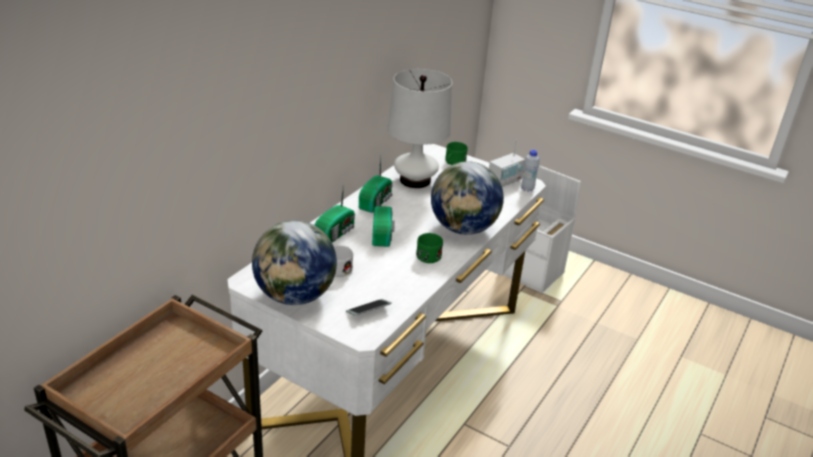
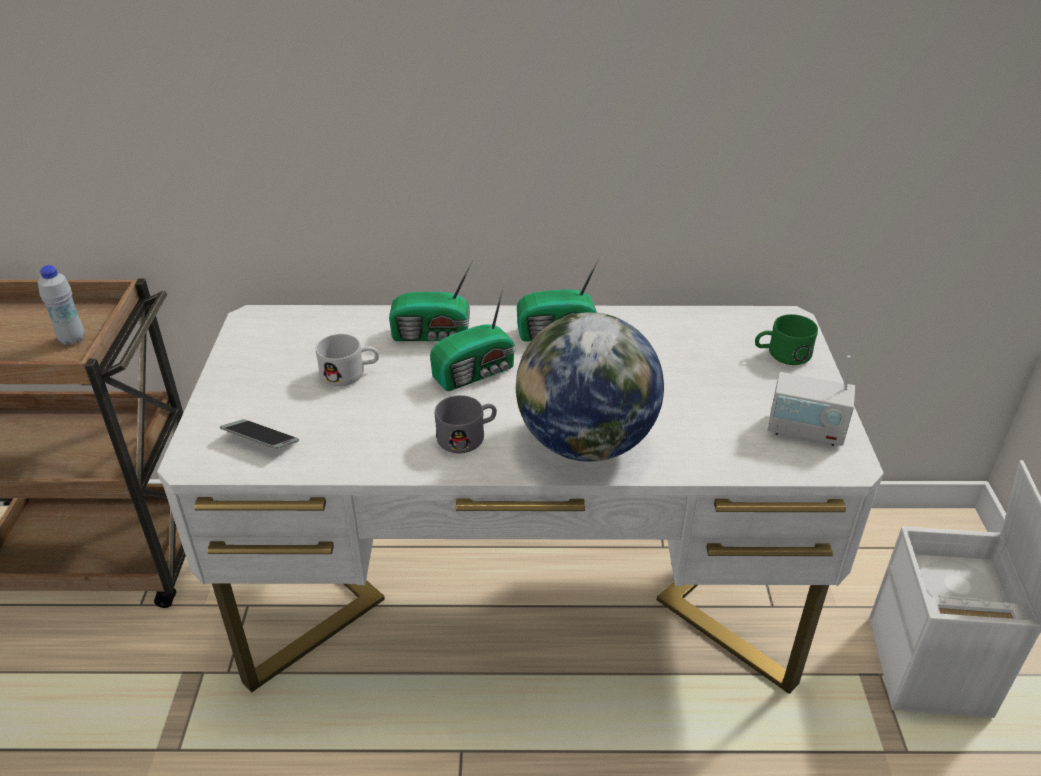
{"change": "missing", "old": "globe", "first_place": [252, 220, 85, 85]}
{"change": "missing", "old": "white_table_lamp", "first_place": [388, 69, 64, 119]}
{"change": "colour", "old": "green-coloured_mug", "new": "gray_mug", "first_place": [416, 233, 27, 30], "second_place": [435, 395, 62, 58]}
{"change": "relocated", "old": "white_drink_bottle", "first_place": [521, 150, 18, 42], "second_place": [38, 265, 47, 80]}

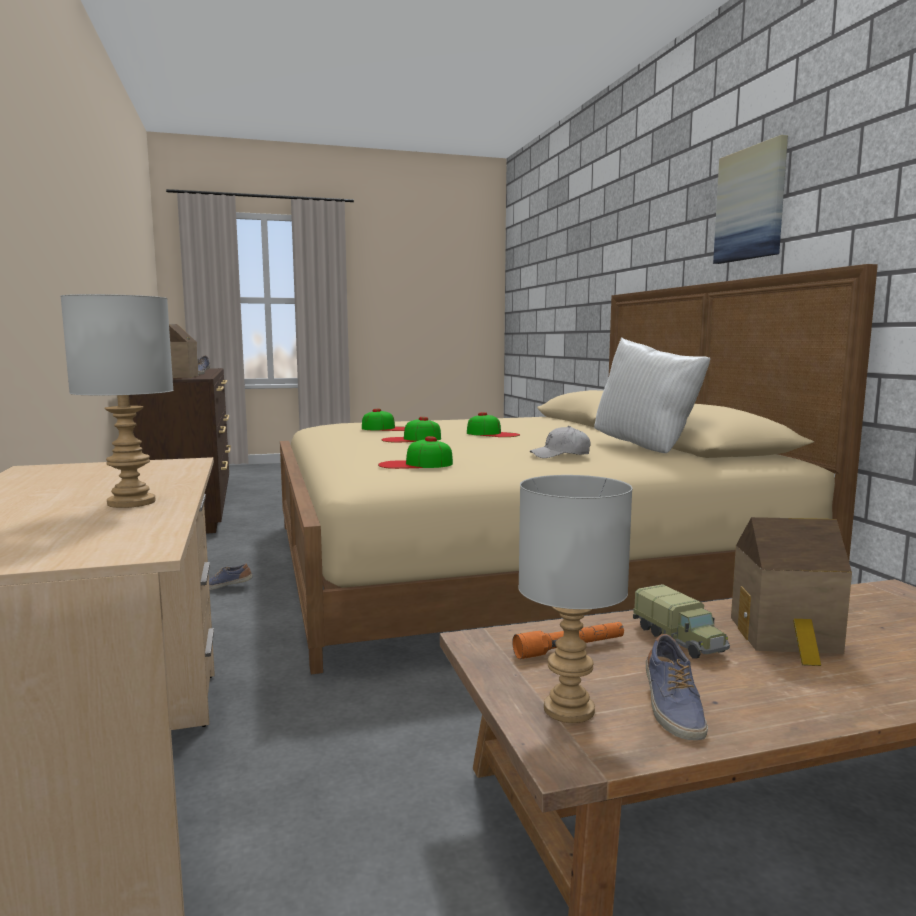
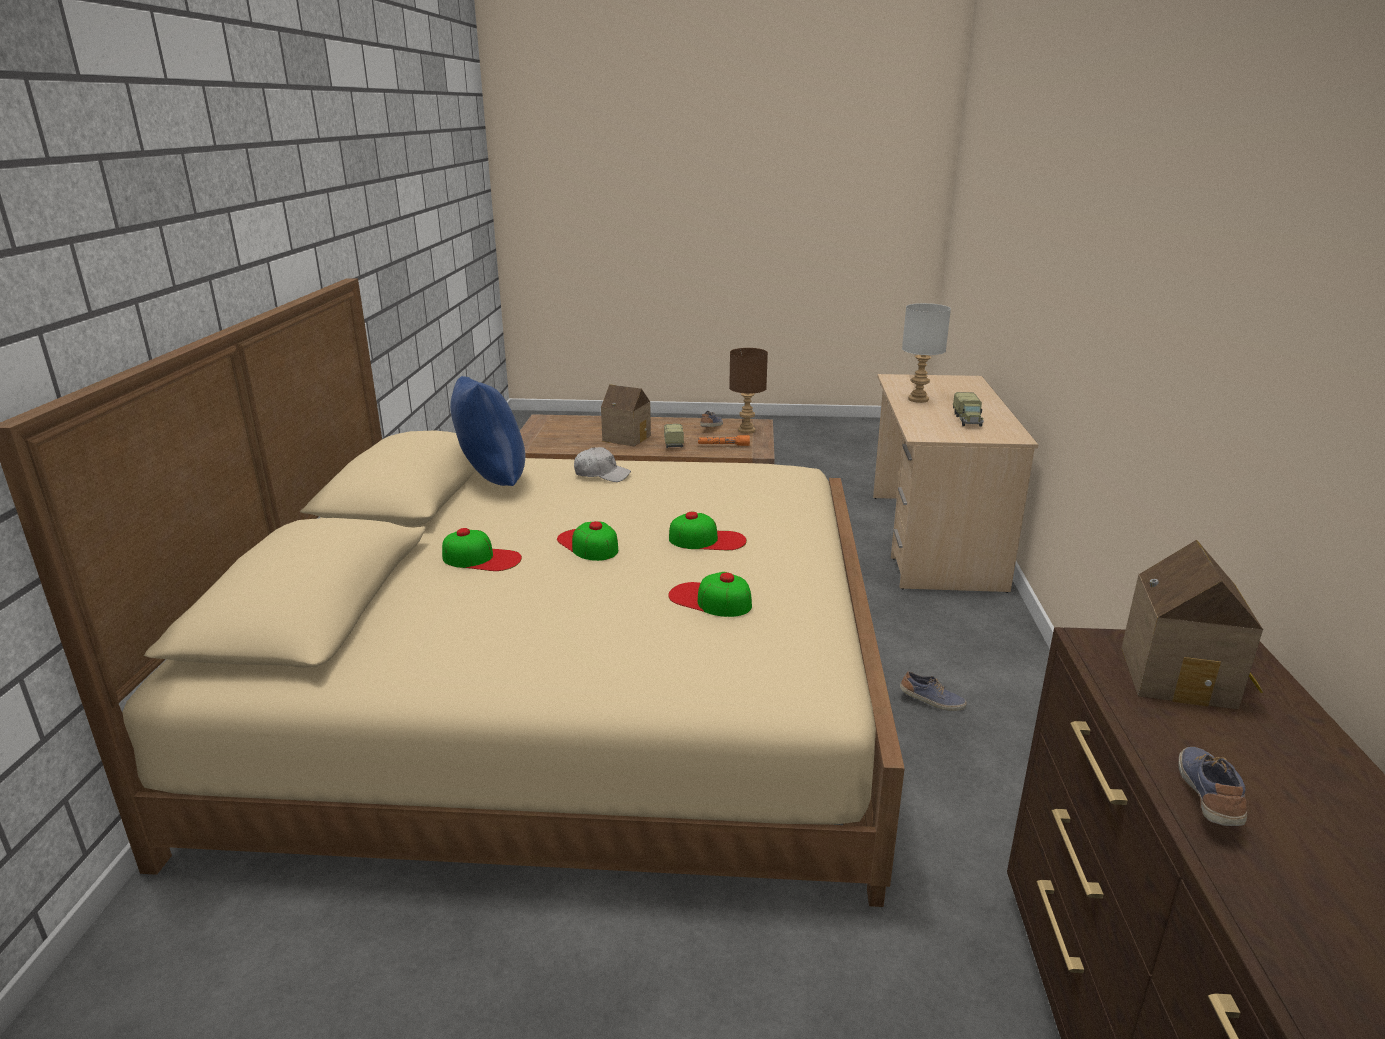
{"change": "relocated", "old": "cap", "first_place": [378, 436, 75, 33], "second_place": [442, 528, 80, 43]}
{"change": "colour", "old": "gray_table_lamp", "new": "brownish_table_lamp", "first_place": [518, 475, 115, 248], "second_place": [729, 348, 39, 86]}
{"change": "colour", "old": "white_throw_pillow", "new": "blue_throw_pillow", "first_place": [594, 337, 116, 116], "second_place": [450, 376, 75, 110]}
{"change": "missing", "old": "picture", "first_place": [713, 135, 75, 129]}
{"change": "appeared", "new": "model_truck", "second_place": [953, 392, 31, 35]}

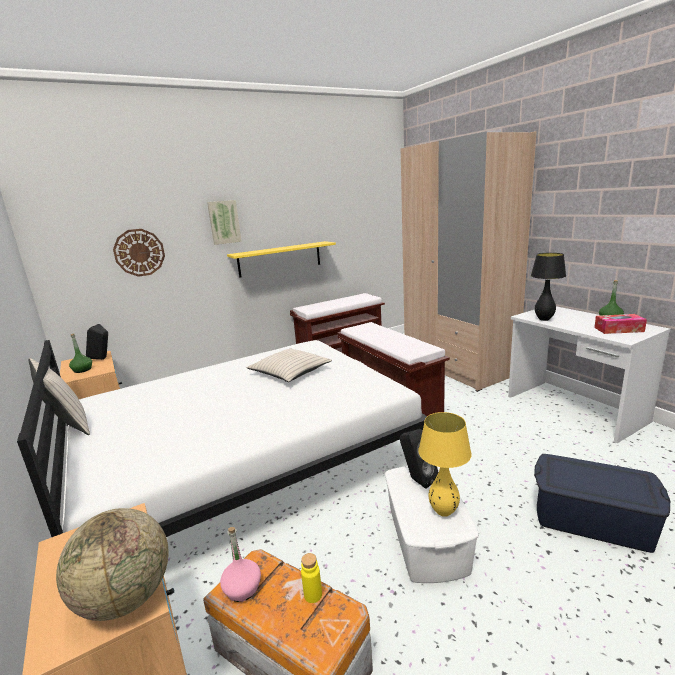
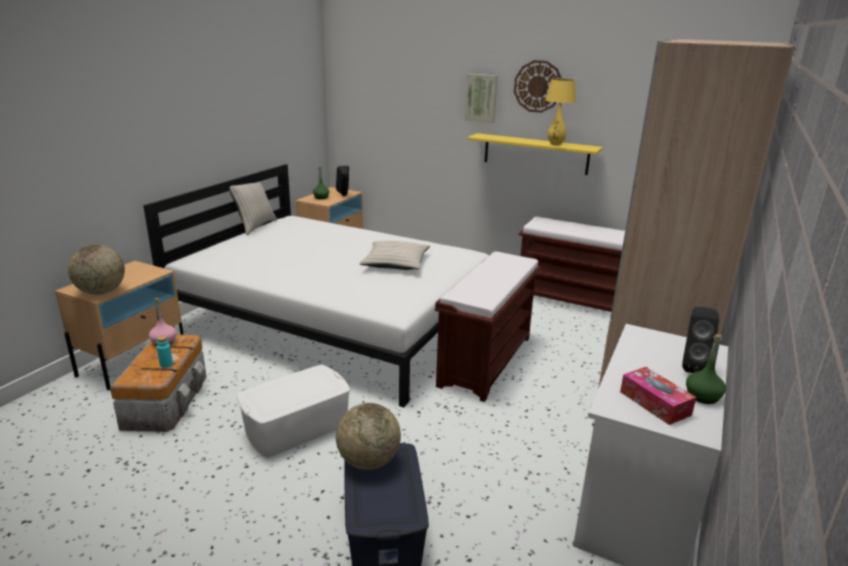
{"change": "relocated", "old": "wall_clock", "first_place": [113, 229, 52, 48], "second_place": [514, 60, 48, 53]}
{"change": "colour", "old": "yellowish_drink_bottle", "new": "turquoise_drink_bottle", "first_place": [301, 553, 21, 50], "second_place": [157, 335, 16, 33]}
{"change": "relocated", "old": "blackish_audio_speaker", "first_place": [400, 429, 38, 60], "second_place": [682, 307, 37, 66]}
{"change": "relocated", "old": "yellowish_table_lamp", "first_place": [418, 412, 54, 105], "second_place": [546, 79, 30, 67]}
{"change": "missing", "old": "blackish_table_lamp", "first_place": [531, 253, 35, 68]}
{"change": "appeared", "new": "globe", "second_place": [336, 403, 65, 67]}

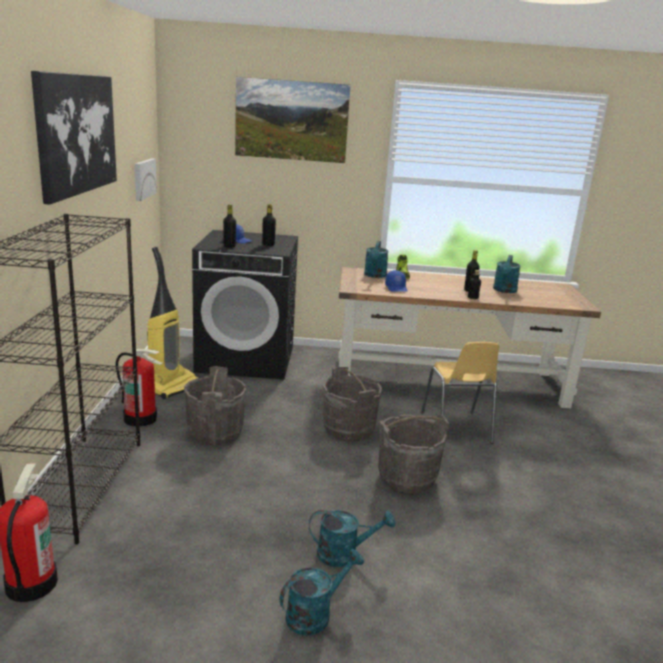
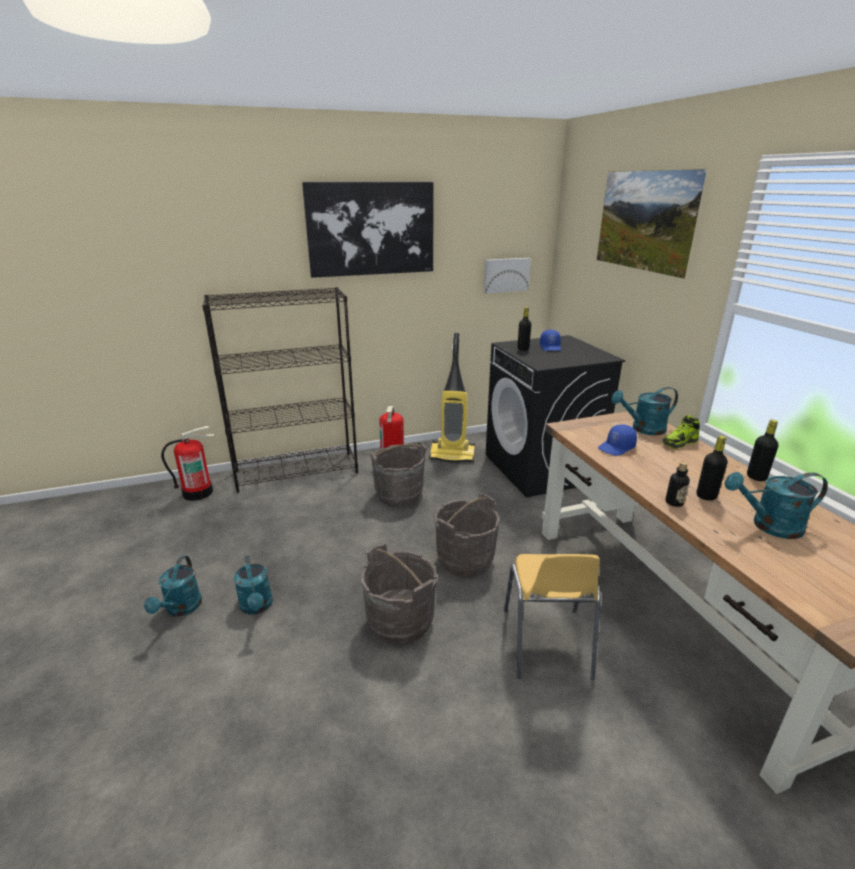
{"change": "relocated", "old": "blackish_drink_bottle", "first_place": [262, 204, 14, 42], "second_place": [747, 420, 32, 61]}
{"change": "spun", "old": "turquoise_watering_pot", "first_place": [280, 549, 84, 87], "second_place": [144, 556, 58, 61], "degrees": 60}
{"change": "spun", "old": "yellowish_plain_chair", "first_place": [421, 342, 79, 102], "second_place": [504, 554, 97, 126], "degrees": -60}

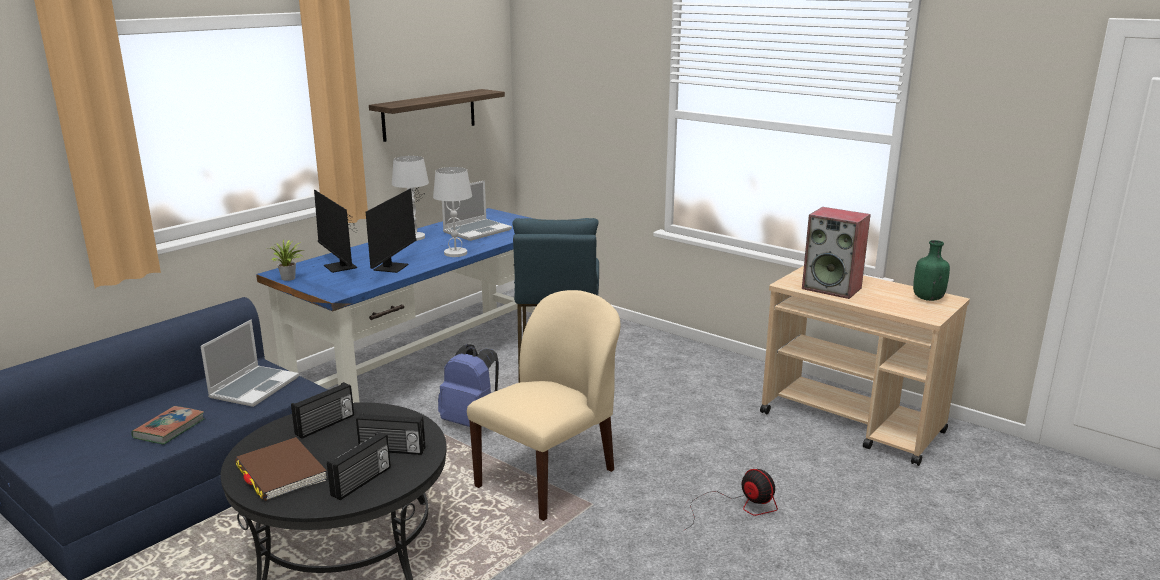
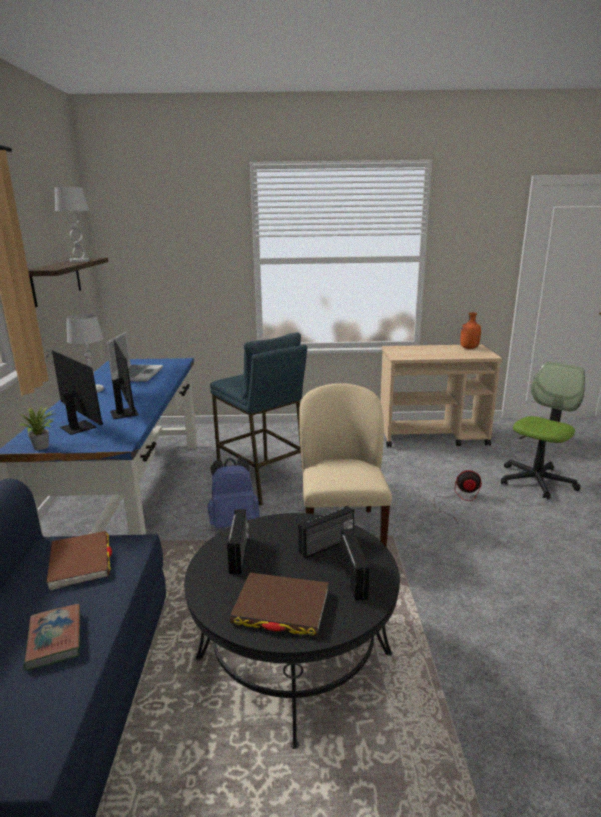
{"change": "exchanged", "old": "notebook_computer", "new": "brownish_book", "first_place": [200, 320, 99, 87], "second_place": [47, 531, 65, 59]}
{"change": "spun", "old": "computer_screen", "first_place": [314, 190, 45, 83], "second_place": [44, 350, 59, 85], "degrees": -150}
{"change": "relocated", "old": "white_table_lamp", "first_place": [433, 167, 39, 90], "second_place": [55, 187, 35, 75]}
{"change": "missing", "old": "audio_speaker", "first_place": [802, 207, 69, 92]}
{"change": "colour", "old": "green-coloured_drink_bottle", "new": "orangey_drink_bottle", "first_place": [913, 240, 37, 61], "second_place": [460, 312, 21, 37]}
{"change": "appeared", "new": "desk_chair", "second_place": [501, 362, 84, 138]}

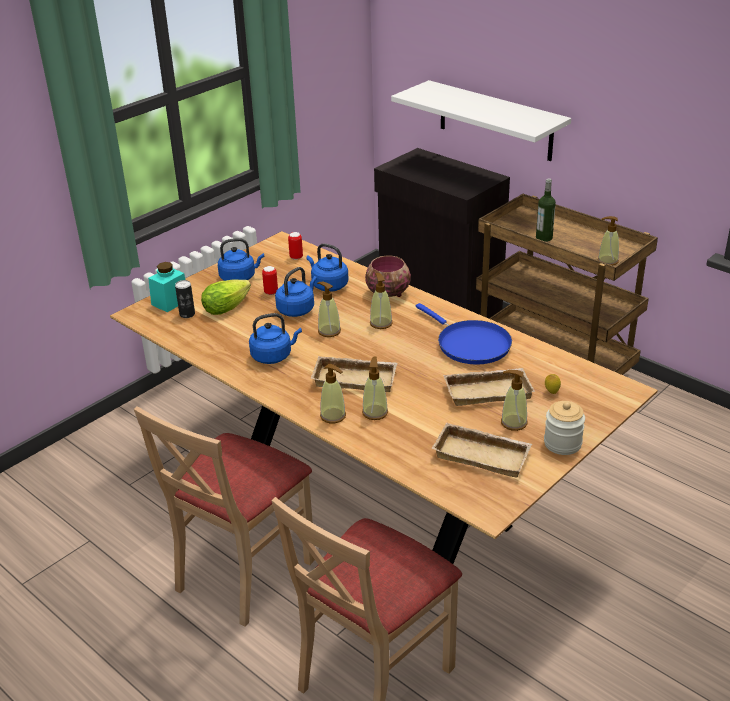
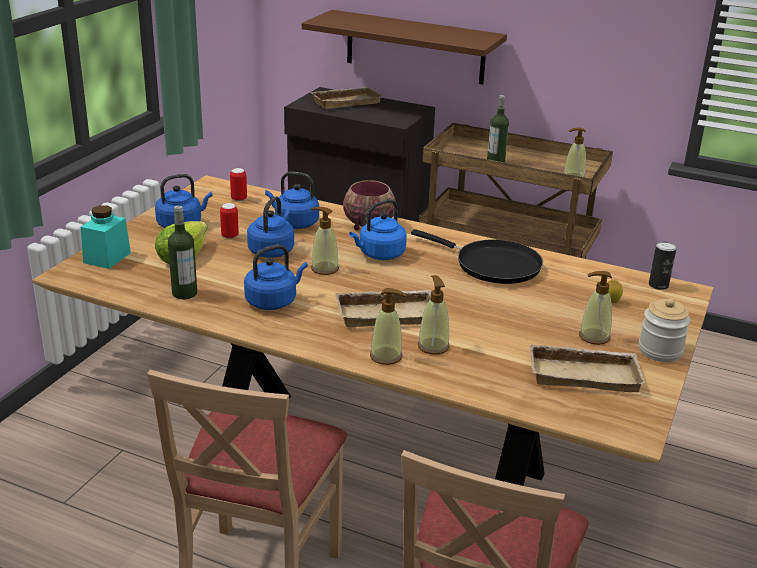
{"change": "relocated", "old": "sealed_can", "first_place": [175, 280, 20, 38], "second_place": [649, 241, 28, 49]}
{"change": "exchanged", "old": "soap_dispenser", "new": "blue_kettle", "first_place": [370, 273, 23, 56], "second_place": [349, 199, 58, 61]}
{"change": "colour", "old": "white_shelf", "new": "brownish_shelf", "first_place": [391, 80, 180, 81], "second_place": [302, 10, 205, 75]}
{"change": "colour", "old": "blue_pan", "new": "blackish_pan", "first_place": [416, 303, 96, 62], "second_place": [411, 229, 132, 55]}
{"change": "relocated", "old": "beige-coloured_serving_tray", "first_place": [443, 368, 92, 38], "second_place": [310, 87, 73, 22]}
{"change": "appeared", "new": "drink_bottle", "second_place": [168, 205, 29, 94]}

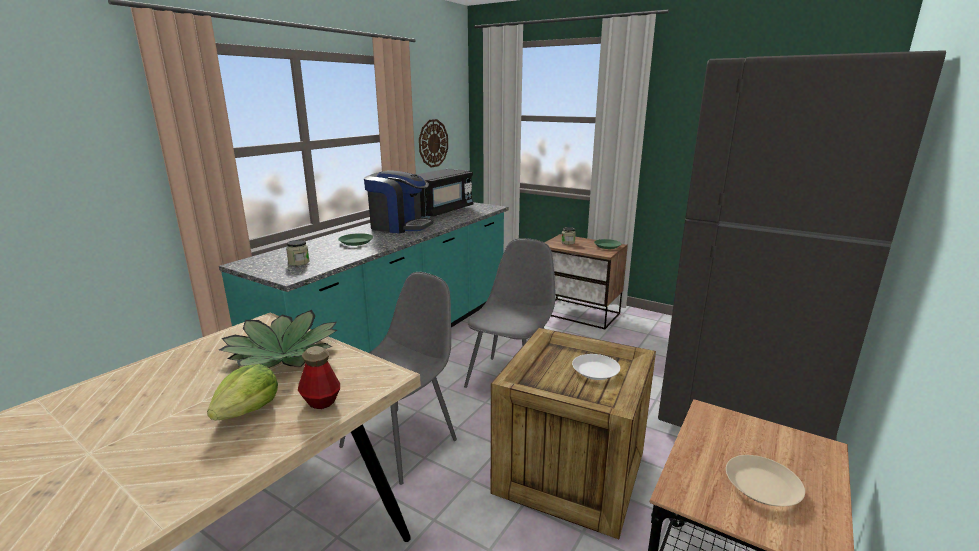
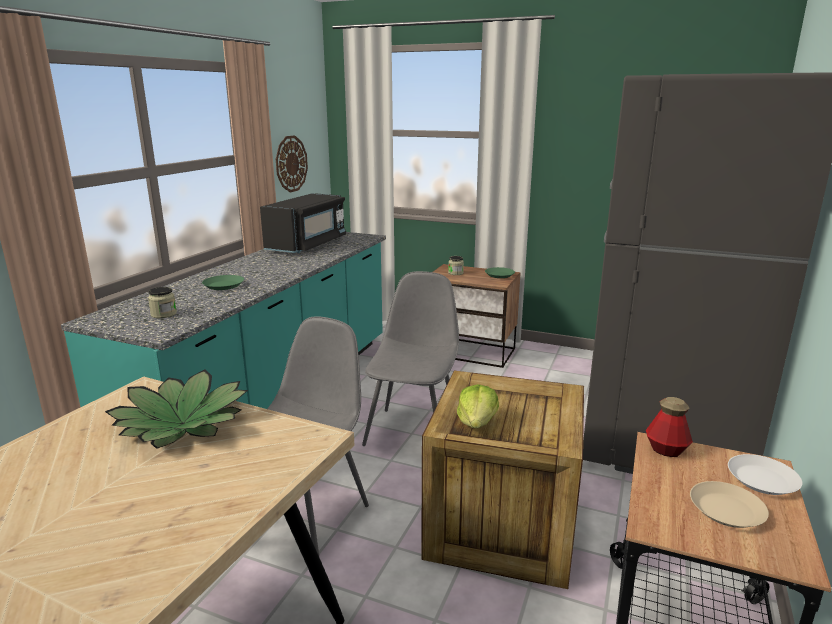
{"change": "relocated", "old": "lettuce_head", "first_place": [207, 364, 71, 56], "second_place": [457, 384, 42, 44]}
{"change": "relocated", "old": "drink_bottle", "first_place": [298, 346, 42, 63], "second_place": [646, 397, 47, 60]}
{"change": "missing", "old": "coffee_brewer", "first_place": [364, 170, 70, 64]}
{"change": "relocated", "old": "white_plate", "first_place": [572, 354, 48, 26], "second_place": [728, 454, 74, 41]}

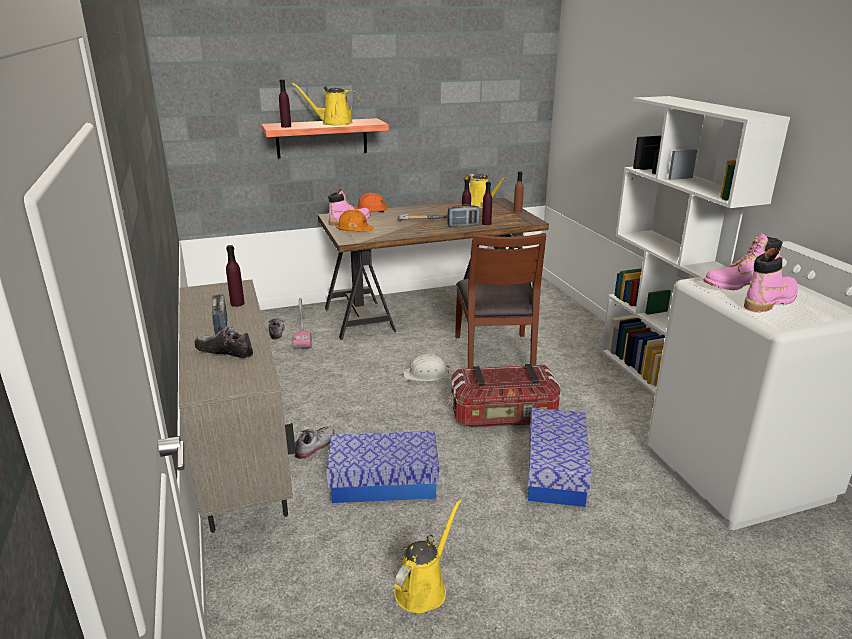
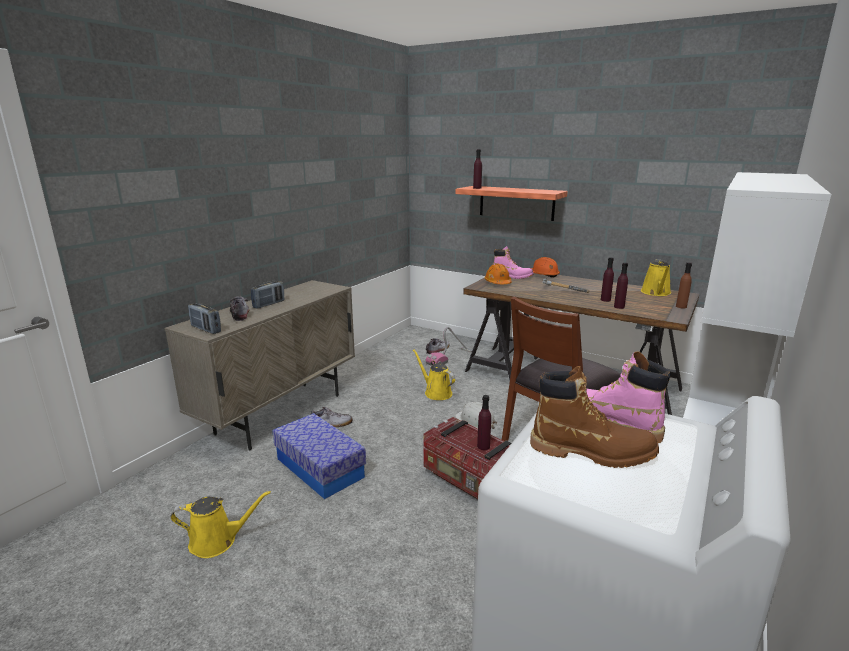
{"change": "relocated", "old": "purple_drink_bottle", "first_place": [226, 245, 19, 62], "second_place": [477, 395, 14, 55]}
{"change": "relocated", "old": "yellowish_watering_pot", "first_place": [292, 83, 67, 42], "second_place": [413, 350, 42, 50]}
{"change": "relocated", "old": "radio_receiver", "first_place": [447, 204, 33, 23], "second_place": [188, 303, 33, 31]}
{"change": "missing", "old": "storage_box", "first_place": [528, 408, 63, 99]}
{"change": "colour", "old": "pinkish_tall_boot", "new": "brownish_tall_boot", "first_place": [744, 248, 54, 64], "second_place": [530, 366, 129, 102]}

